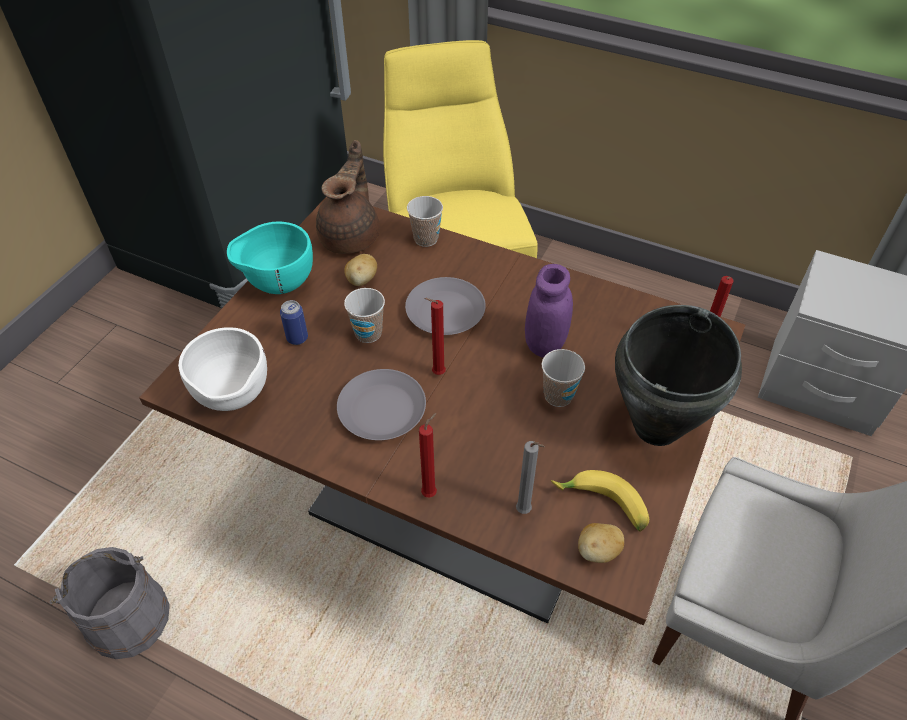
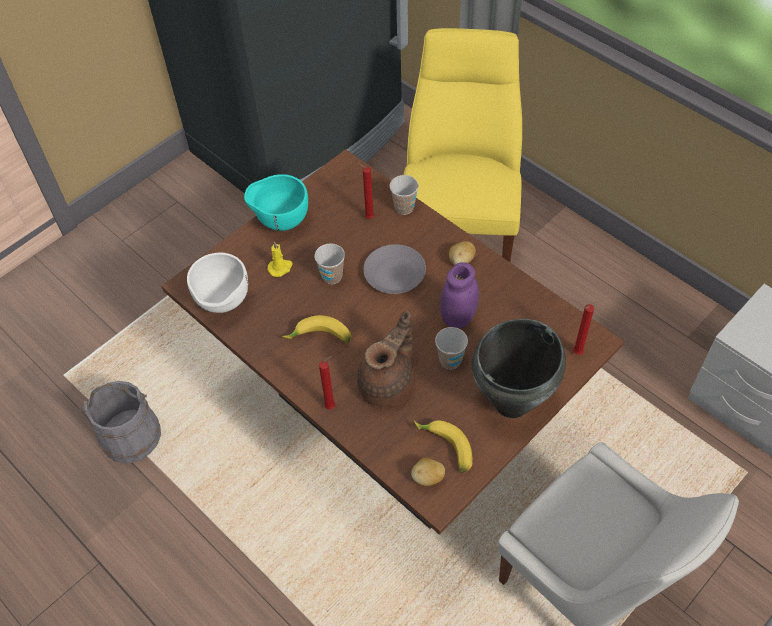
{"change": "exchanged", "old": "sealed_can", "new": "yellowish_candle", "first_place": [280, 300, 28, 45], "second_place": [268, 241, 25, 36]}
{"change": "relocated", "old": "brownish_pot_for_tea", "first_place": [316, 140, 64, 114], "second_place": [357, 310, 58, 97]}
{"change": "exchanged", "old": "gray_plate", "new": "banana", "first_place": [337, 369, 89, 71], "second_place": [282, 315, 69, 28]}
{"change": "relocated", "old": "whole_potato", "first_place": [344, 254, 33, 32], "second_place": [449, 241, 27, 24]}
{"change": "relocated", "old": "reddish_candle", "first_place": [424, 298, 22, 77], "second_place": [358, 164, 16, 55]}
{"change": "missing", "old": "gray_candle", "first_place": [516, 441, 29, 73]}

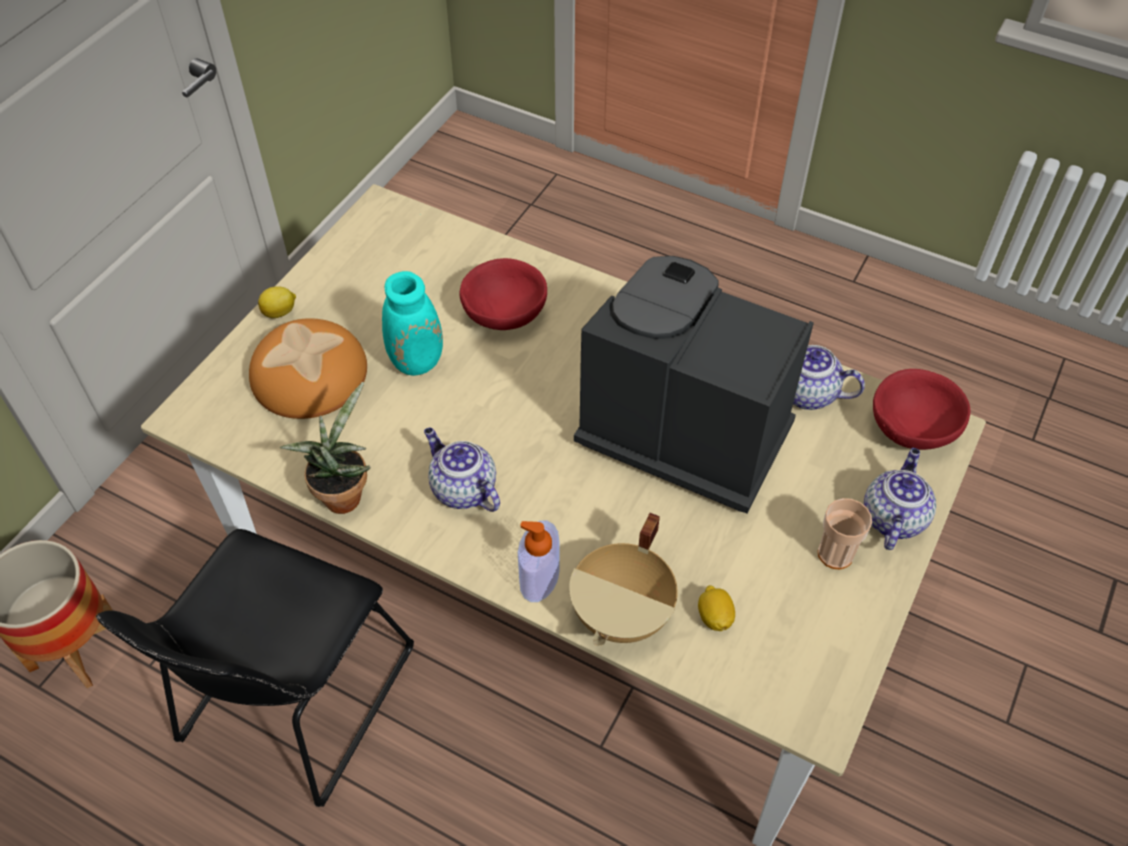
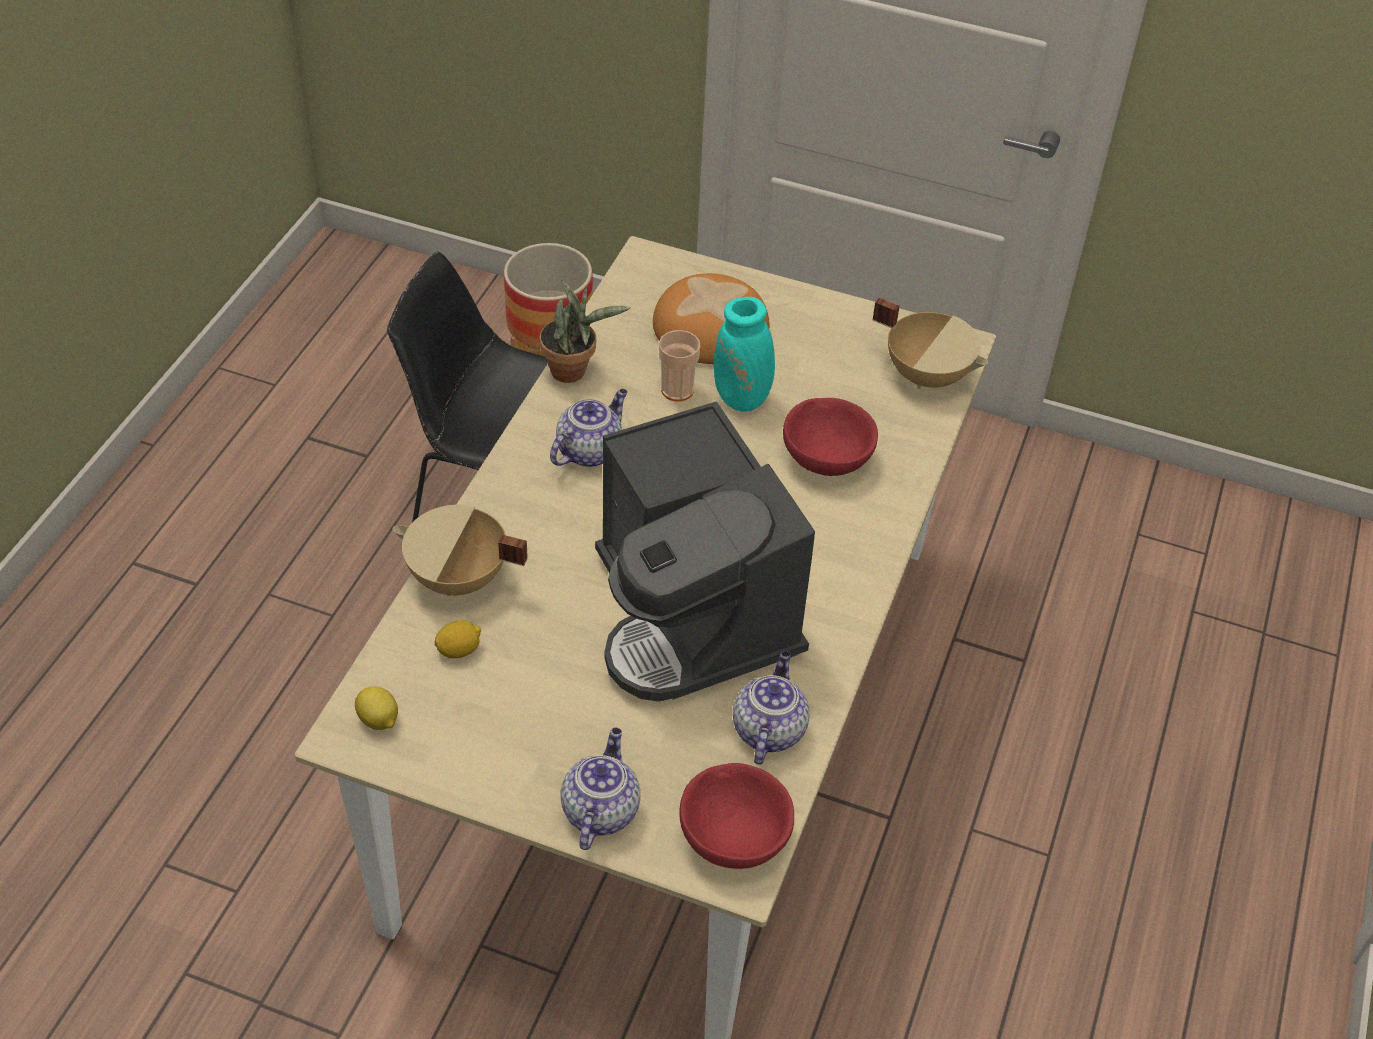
{"change": "relocated", "old": "citrus_fruit", "first_place": [258, 286, 38, 32], "second_place": [355, 686, 43, 44]}
{"change": "missing", "old": "soap_dispenser", "first_place": [518, 521, 42, 81]}
{"change": "spun", "old": "coffee_brewer", "first_place": [574, 256, 240, 258], "second_place": [595, 401, 220, 301], "degrees": 135}
{"change": "relocated", "old": "drinking_cup", "first_place": [818, 498, 54, 71], "second_place": [659, 330, 41, 71]}
{"change": "spun", "old": "pot_for_tea", "first_place": [864, 448, 72, 102], "second_place": [561, 728, 79, 122], "degrees": -90}
{"change": "appeared", "new": "beige-coloured_saucepot", "second_place": [872, 297, 116, 92]}

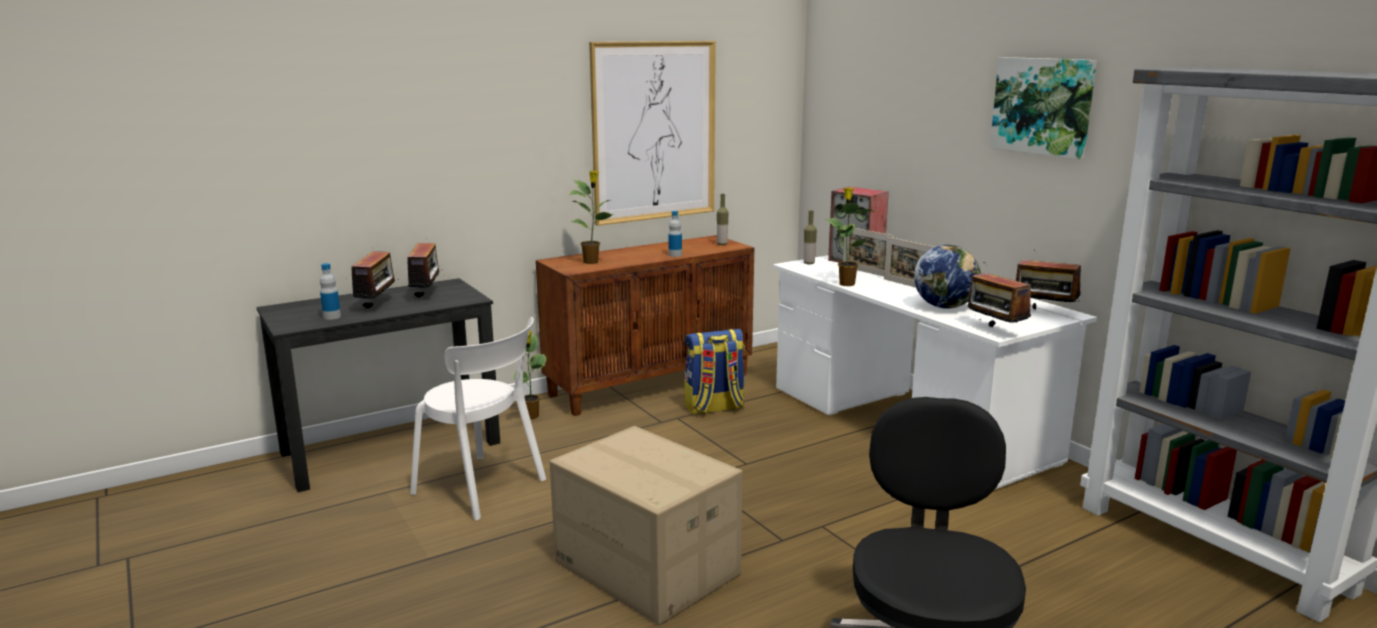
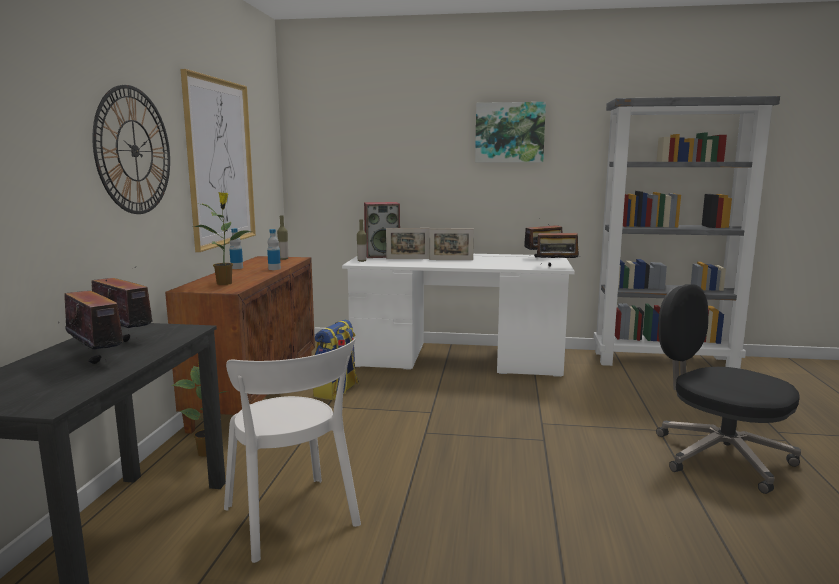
{"change": "relocated", "old": "drink_bottle", "first_place": [320, 263, 21, 57], "second_place": [230, 228, 13, 41]}
{"change": "spun", "old": "white_plain_chair", "first_place": [410, 317, 136, 203], "second_place": [224, 338, 137, 225], "degrees": 75}
{"change": "missing", "old": "cardboard_box", "first_place": [550, 426, 193, 199]}
{"change": "missing", "old": "plant_in_a_pot", "first_place": [825, 188, 53, 98]}
{"change": "missing", "old": "globe", "first_place": [914, 245, 67, 64]}
{"change": "appeared", "new": "wall_clock", "second_place": [92, 85, 78, 129]}

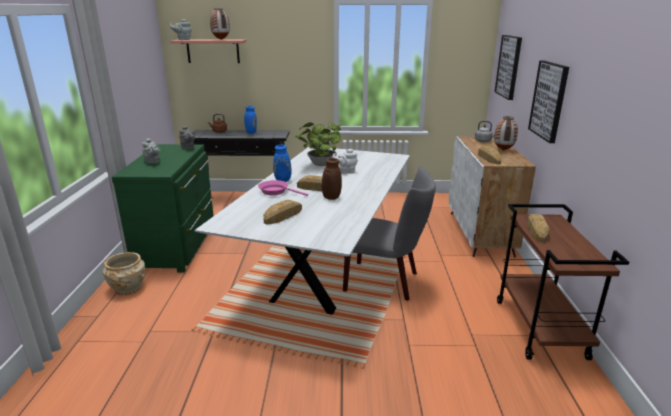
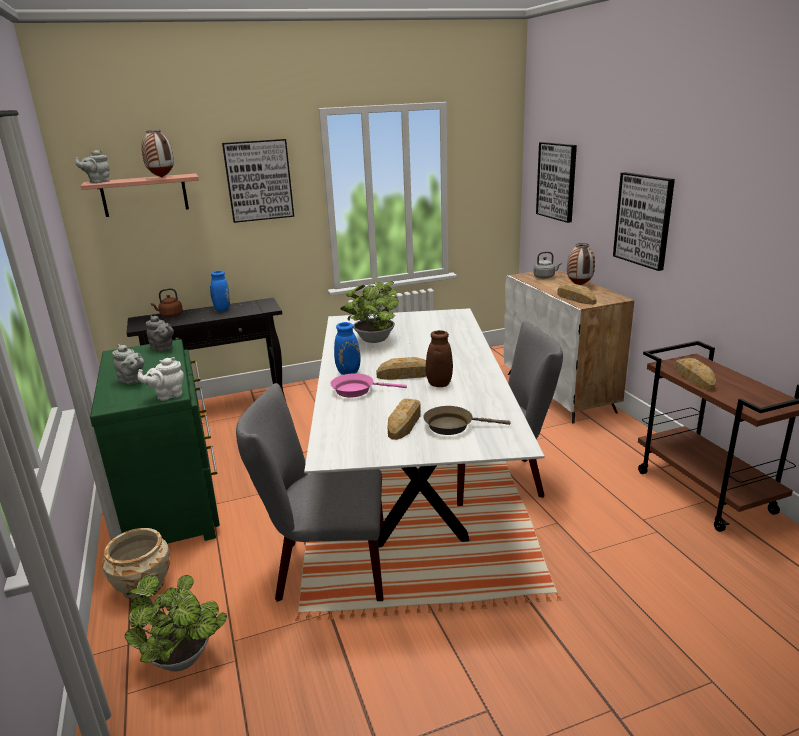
{"change": "relocated", "old": "white_pot_for_tea", "first_place": [332, 149, 26, 25], "second_place": [138, 357, 46, 44]}
{"change": "appeared", "new": "plant_in_a_pot", "second_place": [125, 575, 102, 97]}
{"change": "appeared", "new": "picture", "second_place": [222, 139, 72, 84]}
{"change": "appeared", "new": "gray_plain_chair", "second_place": [236, 383, 148, 219]}
{"change": "appeared", "new": "brownish_pan", "second_place": [423, 406, 88, 29]}

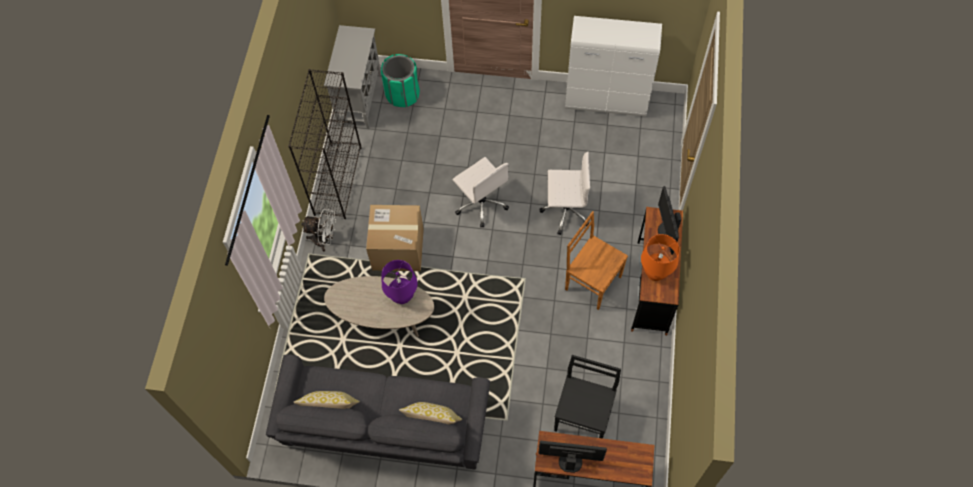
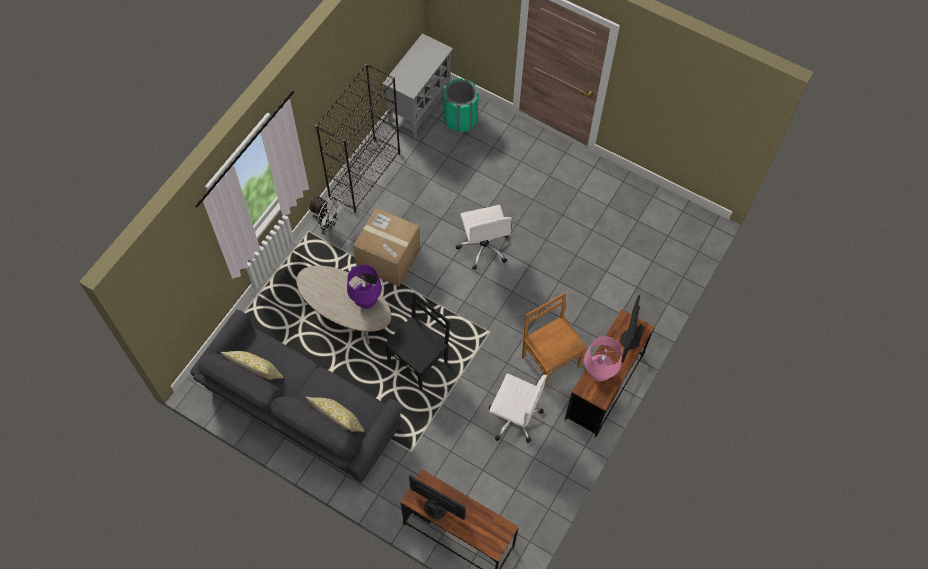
{"change": "relocated", "old": "white_desk_chair", "first_place": [540, 152, 50, 83], "second_place": [489, 373, 58, 70]}
{"change": "relocated", "old": "blackish_plain_chair", "first_place": [554, 355, 67, 84], "second_place": [384, 292, 65, 98]}
{"change": "missing", "old": "white_cabinet", "first_place": [565, 16, 97, 100]}
{"change": "colour", "old": "orangey_table_lamp", "new": "pinkish_table_lamp", "first_place": [641, 234, 38, 47], "second_place": [584, 336, 38, 45]}

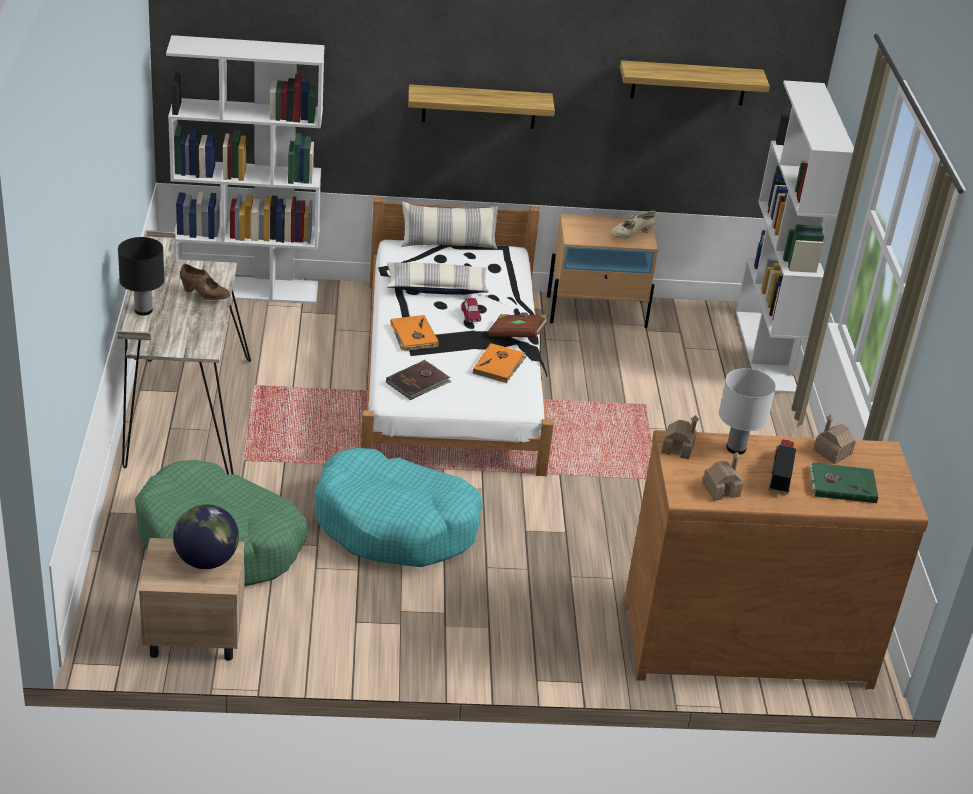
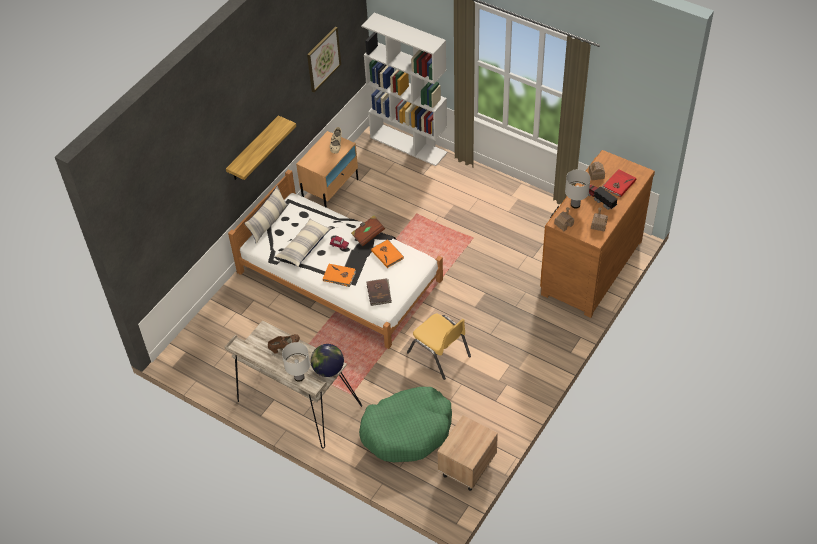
{"change": "colour", "old": "blackish_table_lamp", "new": "white_table_lamp", "first_place": [118, 237, 47, 78], "second_place": [282, 342, 28, 40]}
{"change": "missing", "old": "white_shelving_unit", "first_place": [166, 35, 159, 269]}
{"change": "relocated", "old": "globe", "first_place": [173, 504, 66, 65], "second_place": [311, 344, 33, 33]}
{"change": "exchanged", "old": "turquoise_pet_bed", "new": "yellowish_plain_chair", "first_place": [315, 448, 168, 119], "second_place": [407, 314, 64, 66]}
{"change": "exchanged", "old": "shelf", "new": "picture", "first_place": [620, 60, 150, 45], "second_place": [307, 27, 34, 65]}
{"change": "colour", "old": "green-coloured_book", "new": "reddish_book", "first_place": [810, 462, 68, 41], "second_place": [602, 169, 34, 28]}

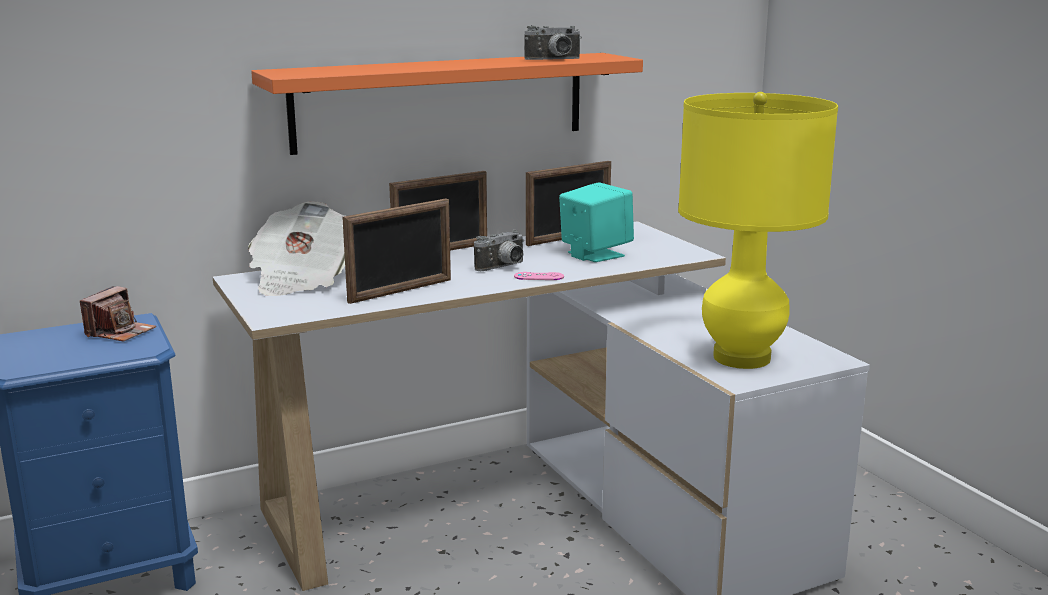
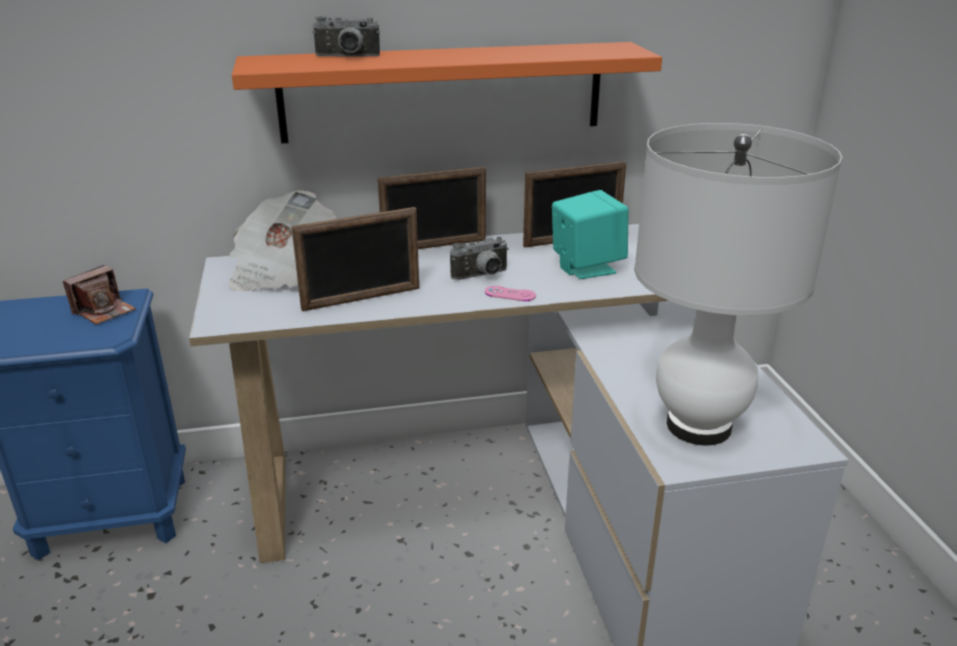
{"change": "relocated", "old": "photo_camera", "first_place": [525, 25, 57, 35], "second_place": [312, 17, 68, 39]}
{"change": "colour", "old": "yellowish_table_lamp", "new": "white_table_lamp", "first_place": [678, 92, 160, 277], "second_place": [634, 123, 208, 323]}

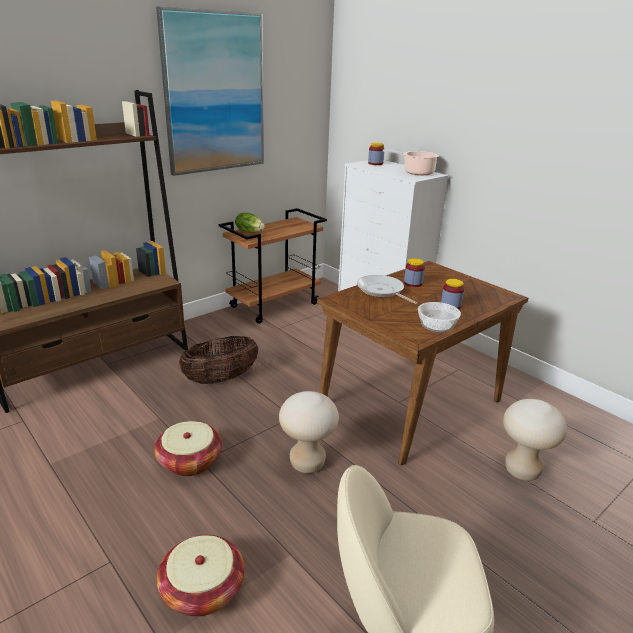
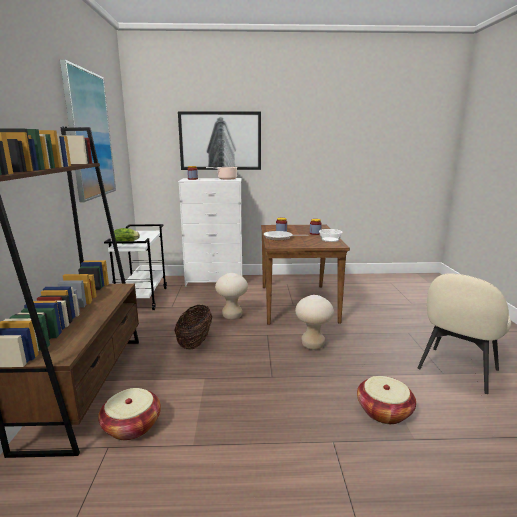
{"change": "relocated", "old": "household_basket", "first_place": [154, 421, 68, 56], "second_place": [98, 388, 63, 52]}
{"change": "colour", "old": "brownish_trolley", "new": "white_trolley", "first_place": [219, 208, 108, 116], "second_place": [104, 224, 63, 86]}
{"change": "relocated", "old": "beige-coloured_sitting_stool", "first_place": [503, 399, 64, 82], "second_place": [215, 273, 33, 47]}
{"change": "appeared", "new": "picture", "second_place": [178, 111, 83, 59]}

